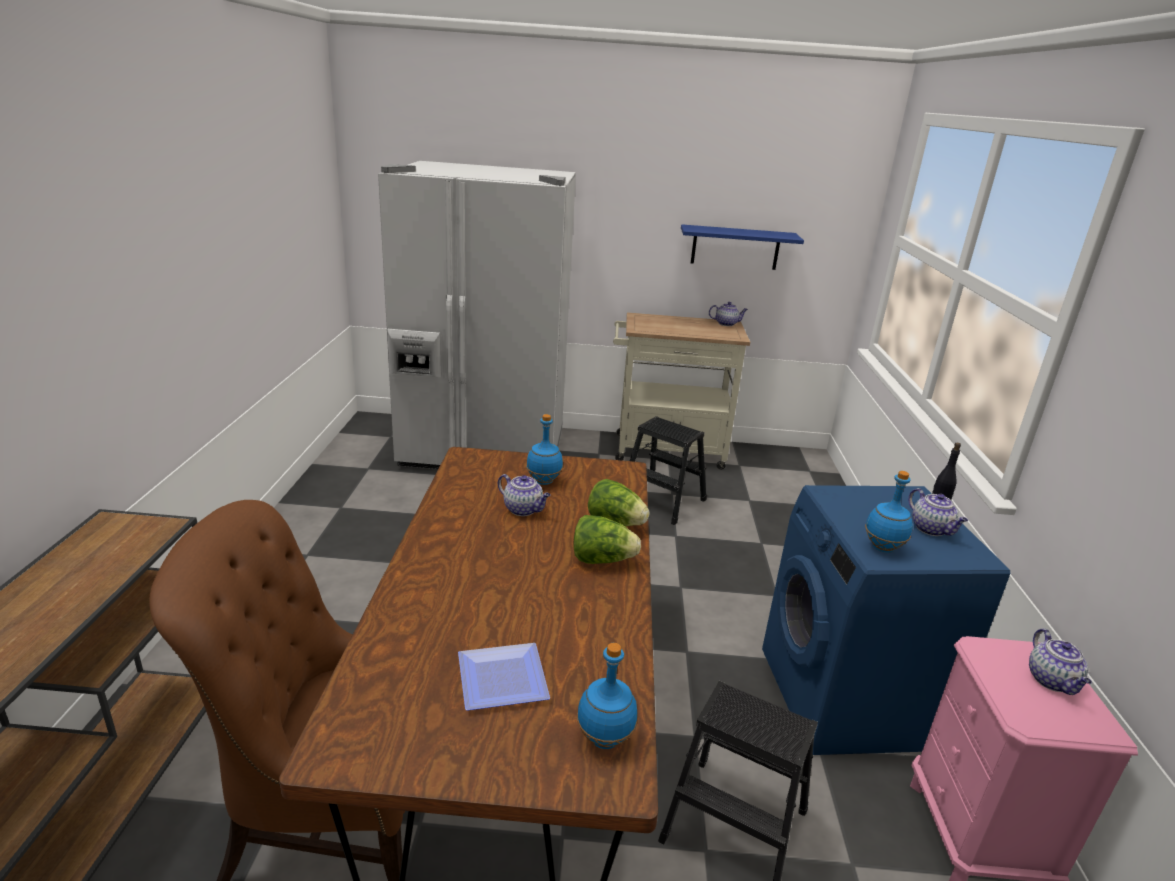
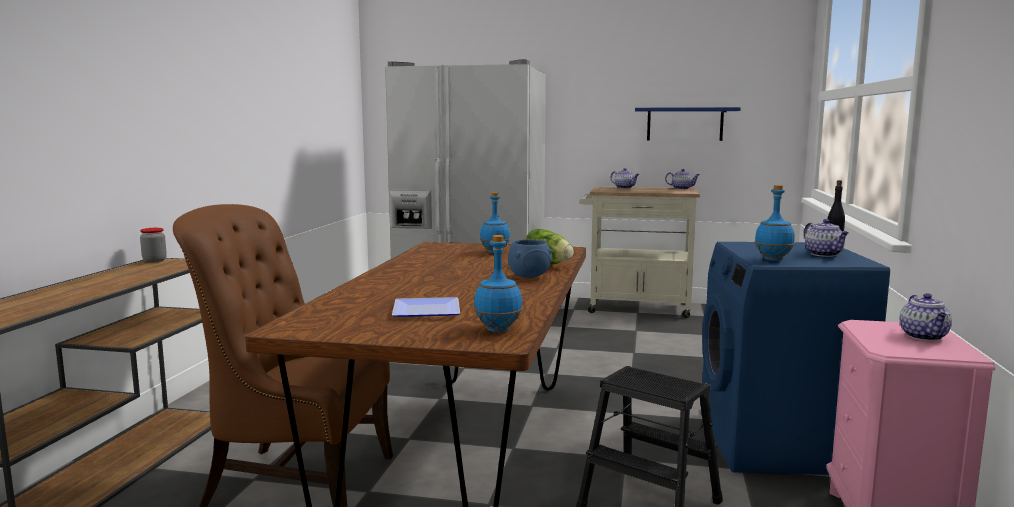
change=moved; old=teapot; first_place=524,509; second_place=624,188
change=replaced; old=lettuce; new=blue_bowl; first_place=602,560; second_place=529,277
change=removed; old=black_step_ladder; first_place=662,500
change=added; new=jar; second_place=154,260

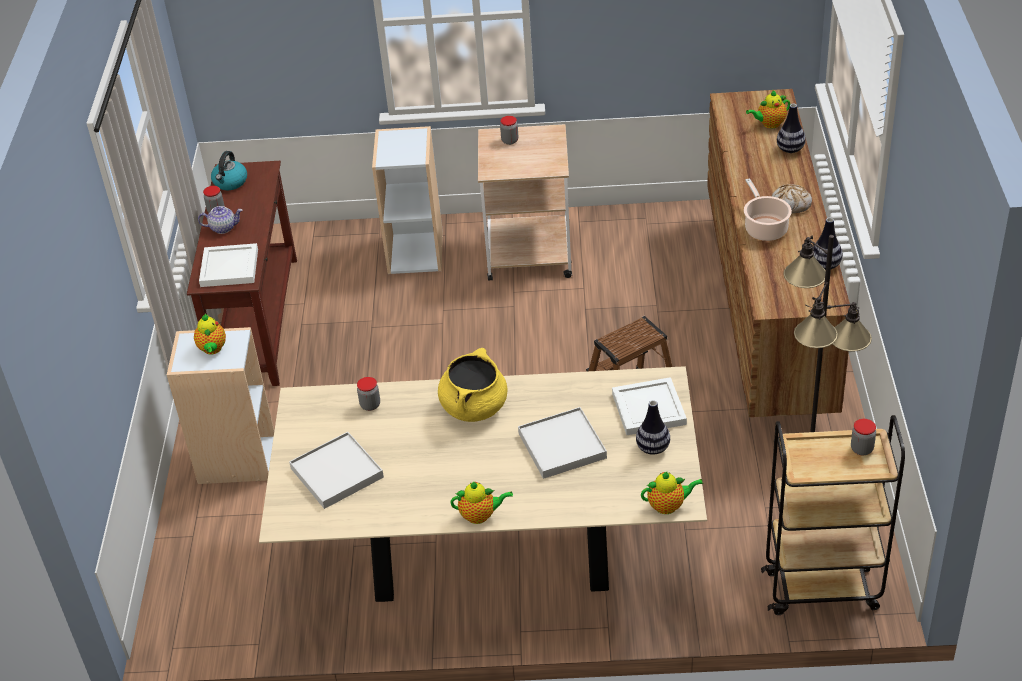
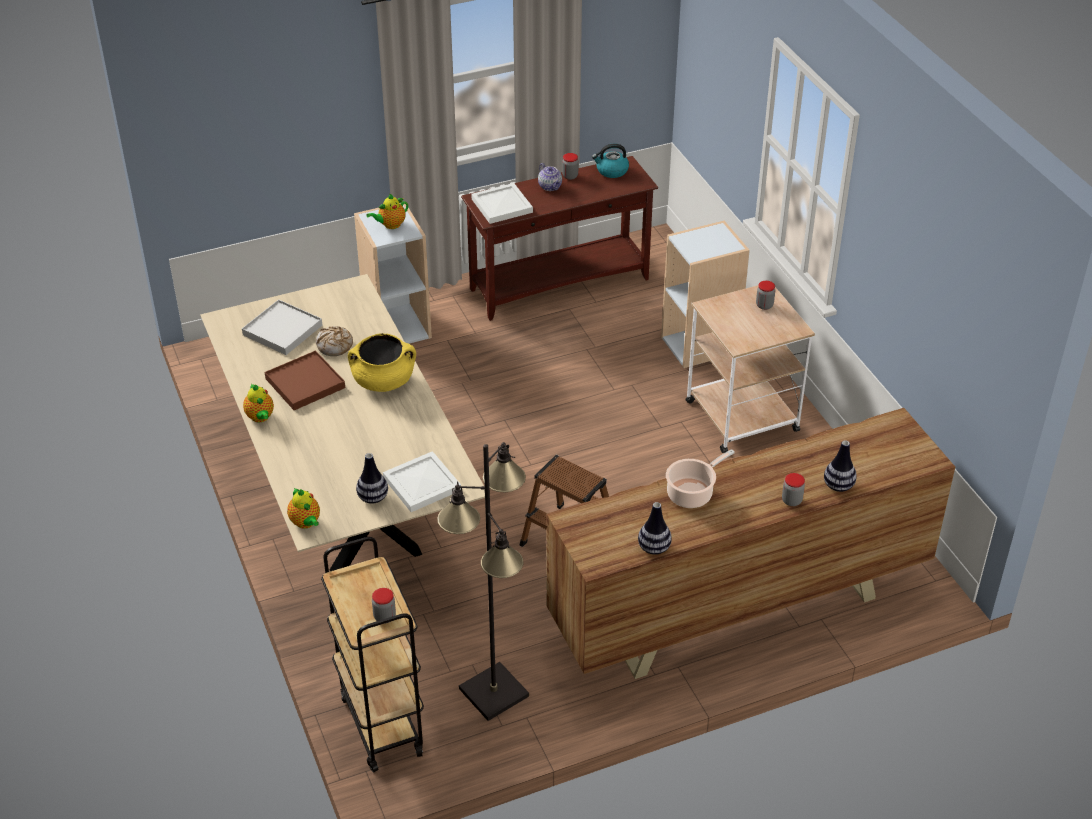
change=moved; old=jar; first_place=370,405; second_place=791,500
change=removed; old=white_tray; first_place=562,446
change=removed; old=teapot; first_place=769,124
change=moved; old=bread; first_place=791,204; second_place=334,346
change=added; new=brown_tray; second_place=305,383

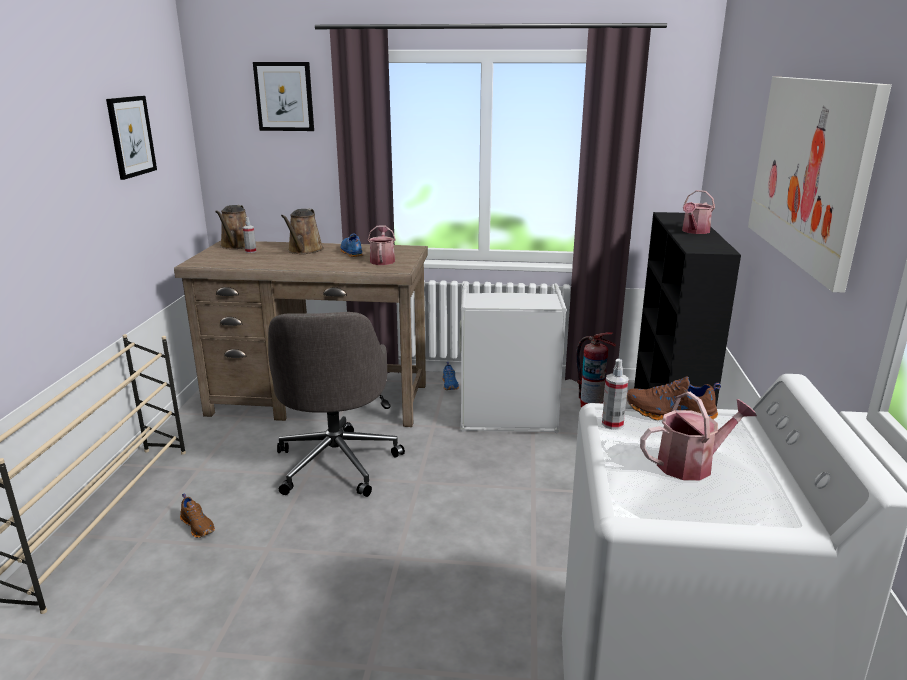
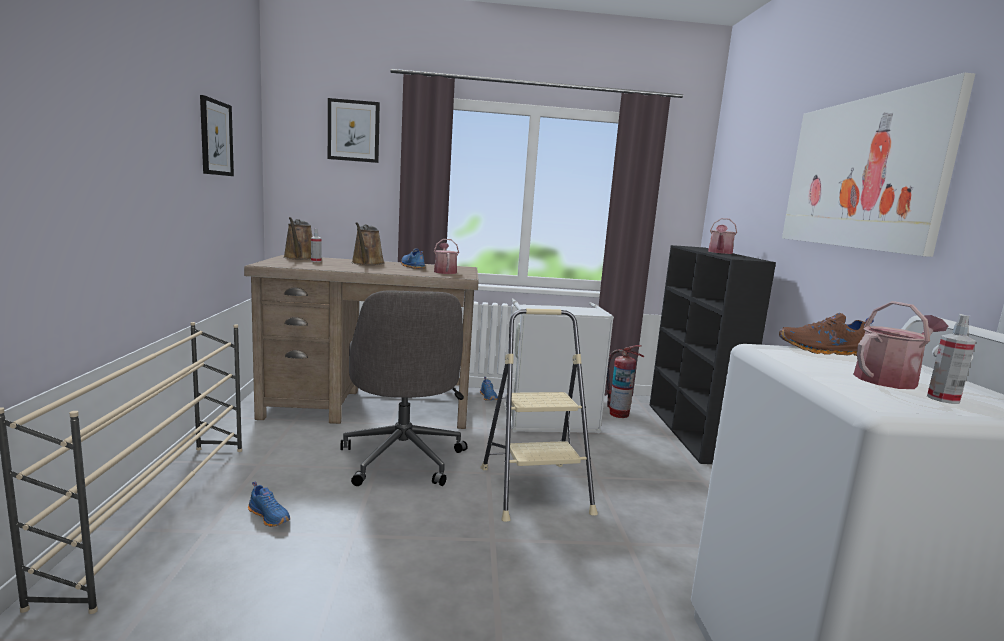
change=recoloured; old=brown_shoe; new=blue_shoe; first_place=198,526; second_place=270,516
change=moved; old=spray_bottle; first_place=612,424; second_place=943,399
change=added; new=beige_step_ladder; second_place=534,487

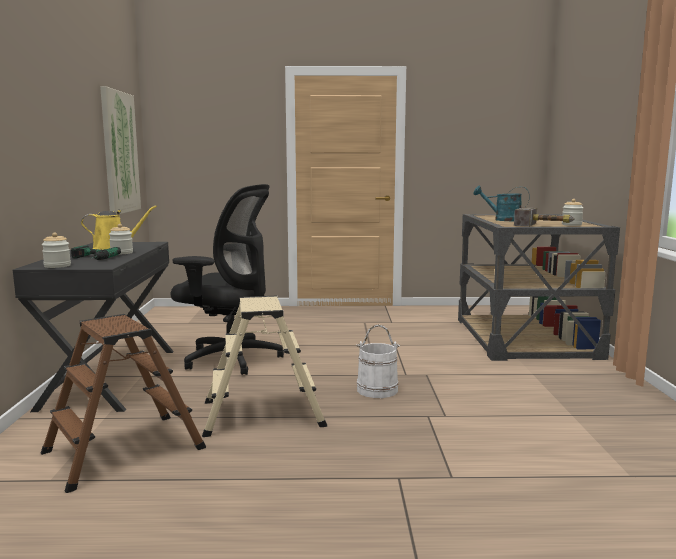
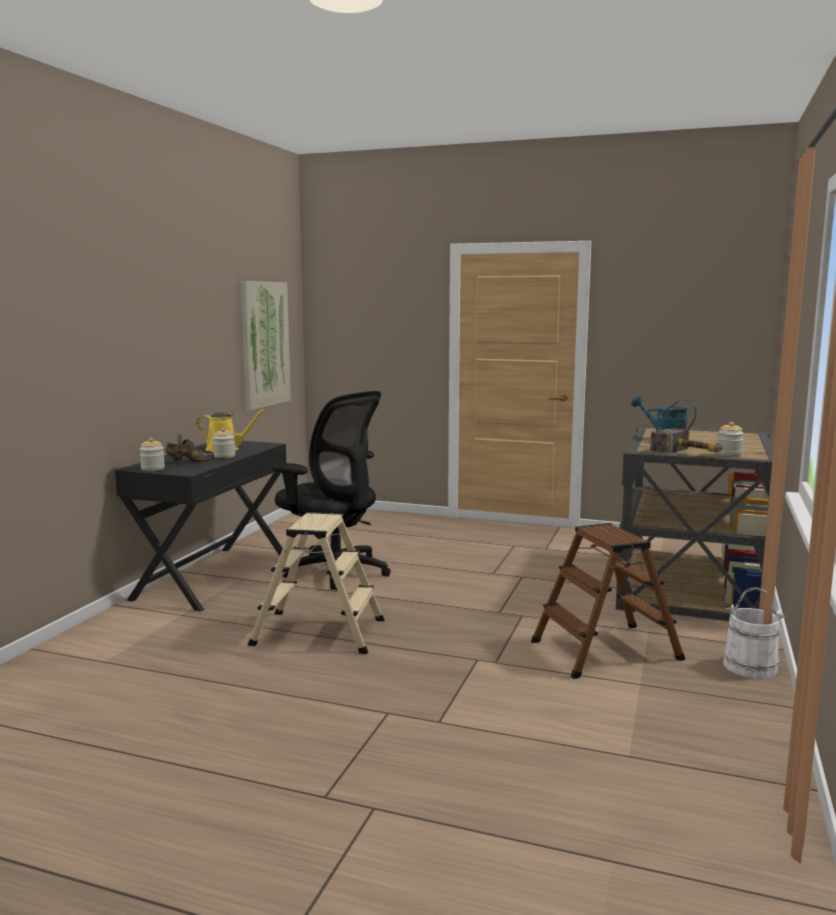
change=moved; old=brown_step_ladder; first_place=124,450; second_place=606,650
change=replaced; old=power_drill; new=brown_shoe; first_place=89,259; second_place=188,462
change=moved; old=white_bucket; first_place=377,390; second_place=750,666

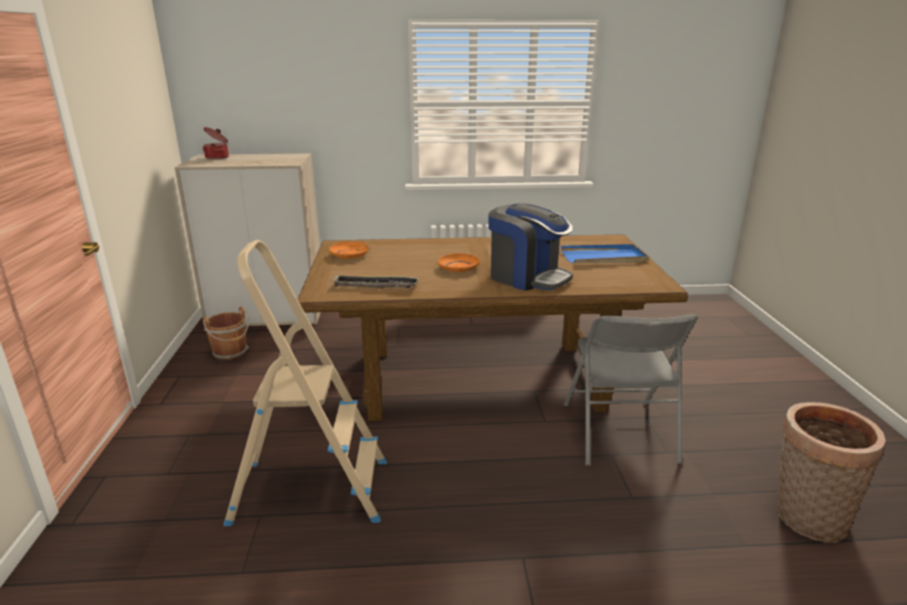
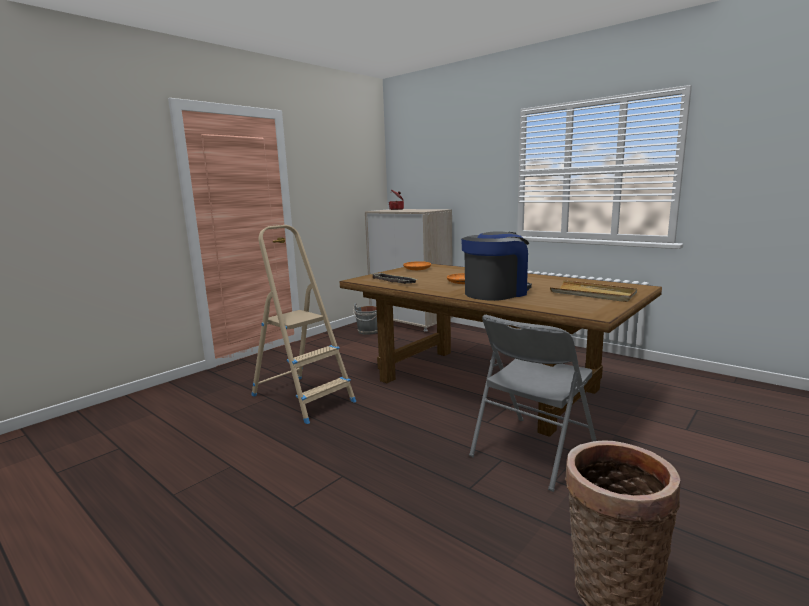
change=recoloured; old=brown_bucket; new=grey_bucket; first_place=231,352; second_place=368,331
change=turned; old=coffee_machine; first_place=527,277; second_place=496,293; degrees=-120
change=recoloured; old=blue_tray; new=beige_tray; first_place=603,257; second_place=593,294

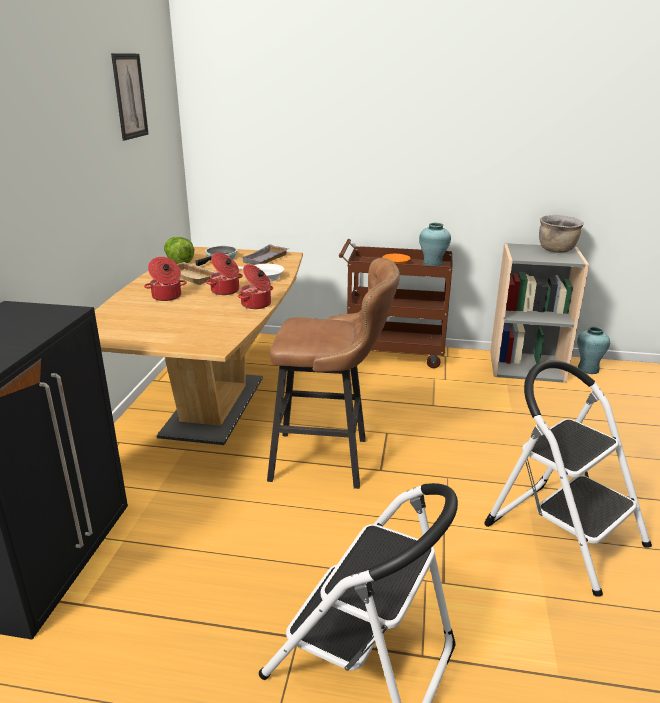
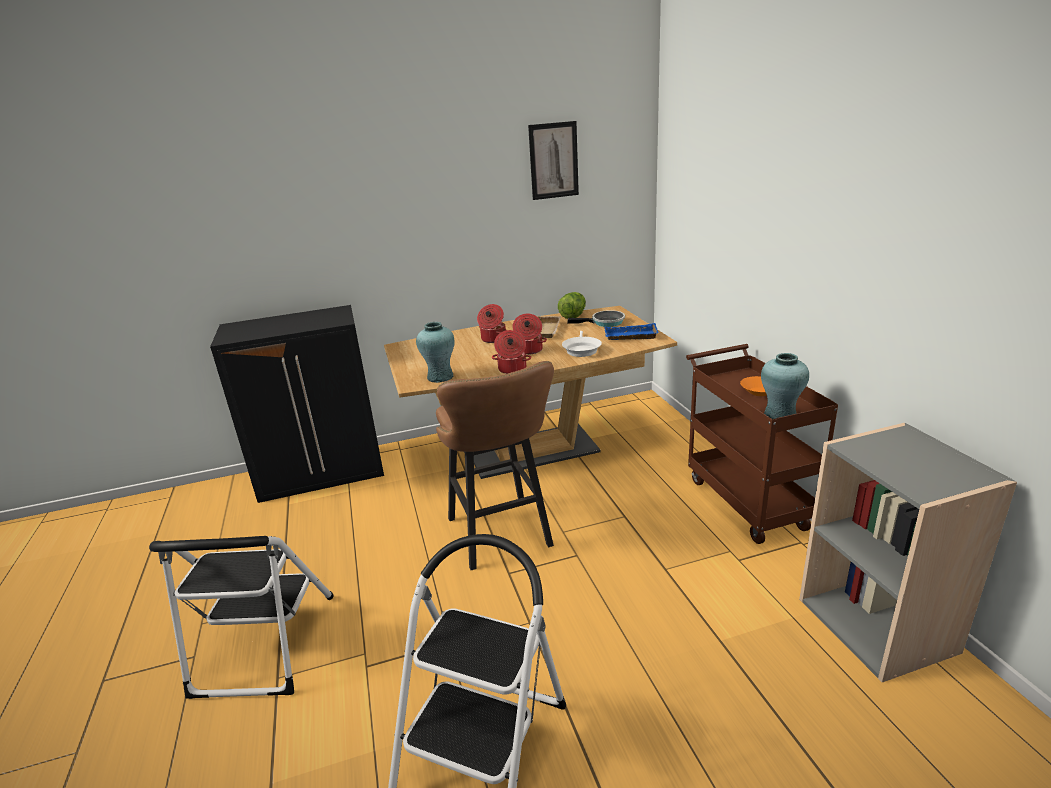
change=recoloured; old=grey_tray; new=blue_tray; first_place=266,259; second_place=630,336
change=removed; old=brown_cooking_pot; first_place=557,250
change=moved; old=turquoise_vase; first_place=588,369; second_place=440,377

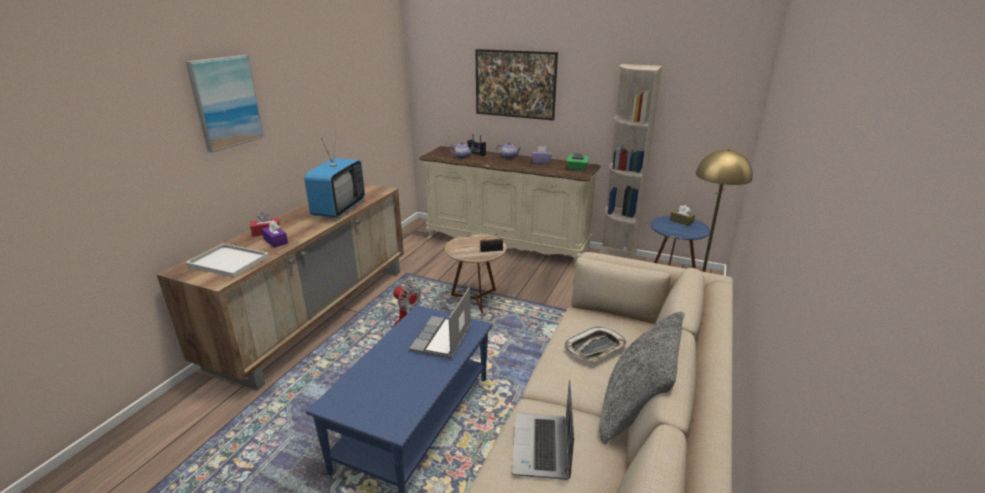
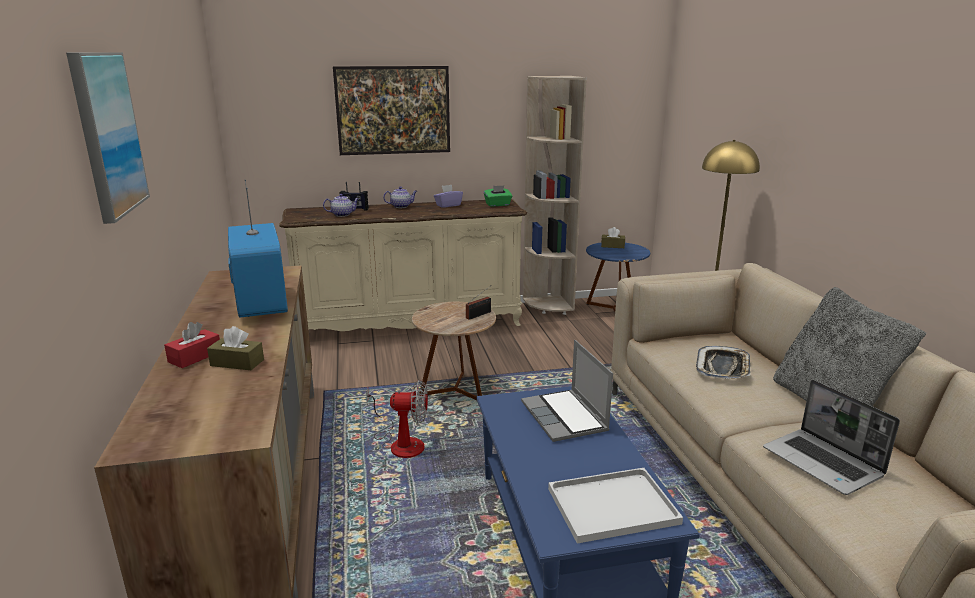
change=moved; old=white_tray; first_place=230,261; second_place=614,504
change=recoloured; old=purple_tissue_box; new=brown_tissue_box; first_place=275,241; second_place=237,363

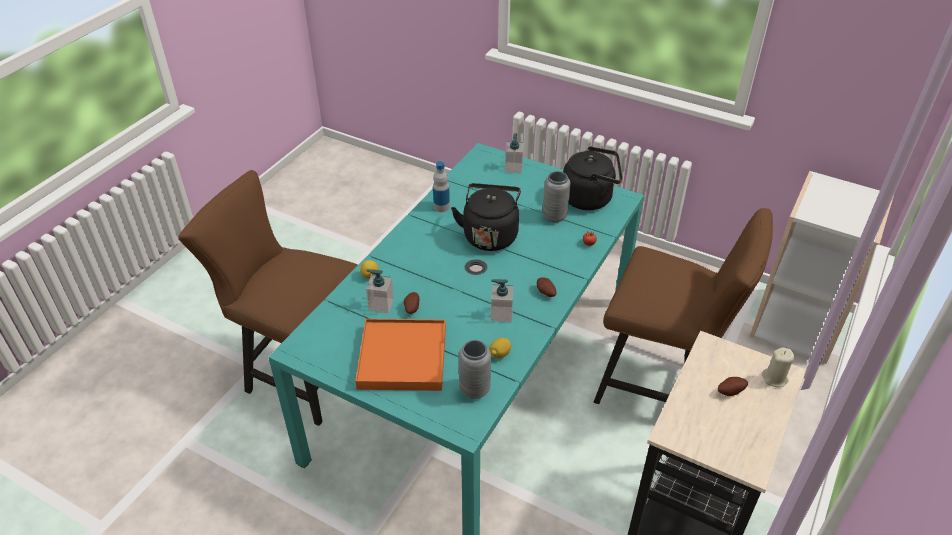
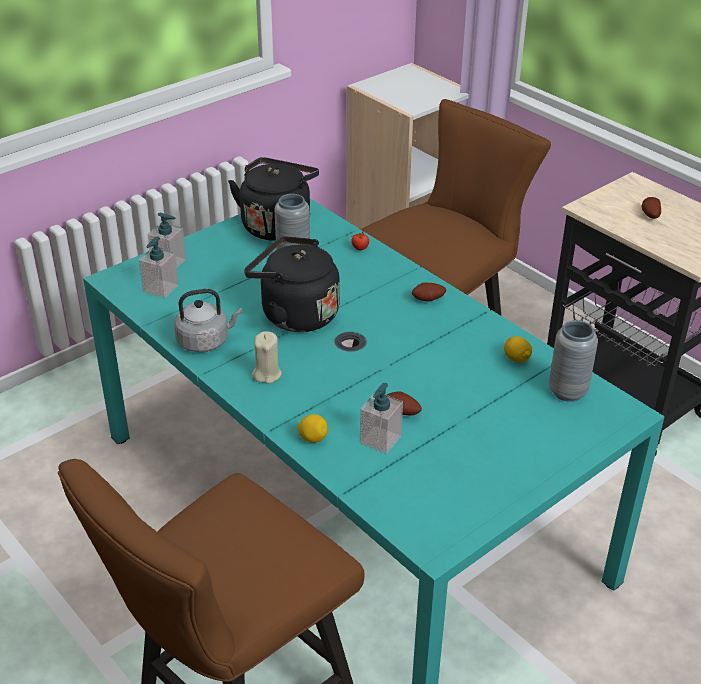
change=removed; old=orange_tray; first_place=403,357
change=replaced; old=bottle; new=grey_kettle; first_place=441,207; second_place=206,341
change=moved; old=soap_dispenser; first_place=501,314; second_place=160,288
change=moved; old=beige_candle; first_place=775,378; second_place=267,374

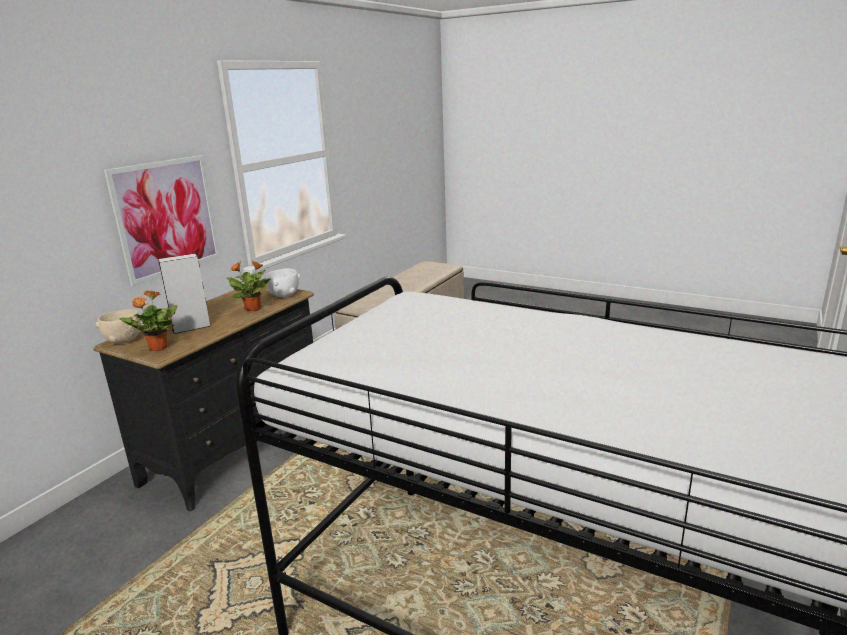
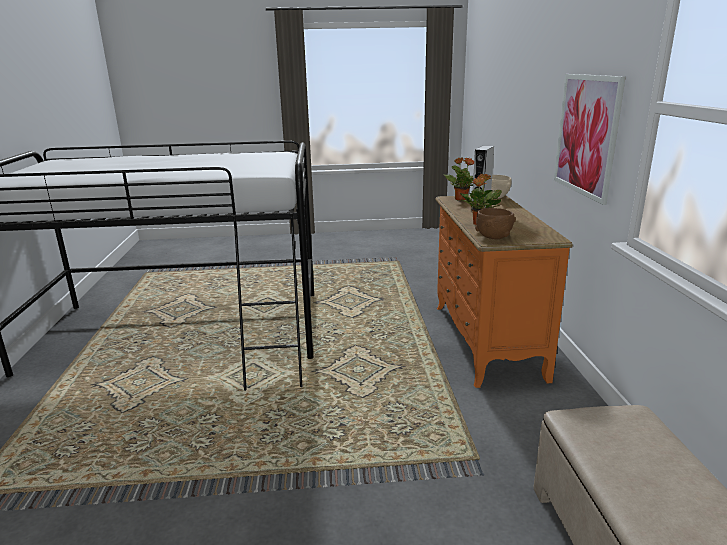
change=recoloured; old=black_dresser; new=orange_dresser; first_place=238,448; second_place=484,340
change=recoloured; old=white_bowl; new=brown_bowl; first_place=284,295; second_place=493,237

